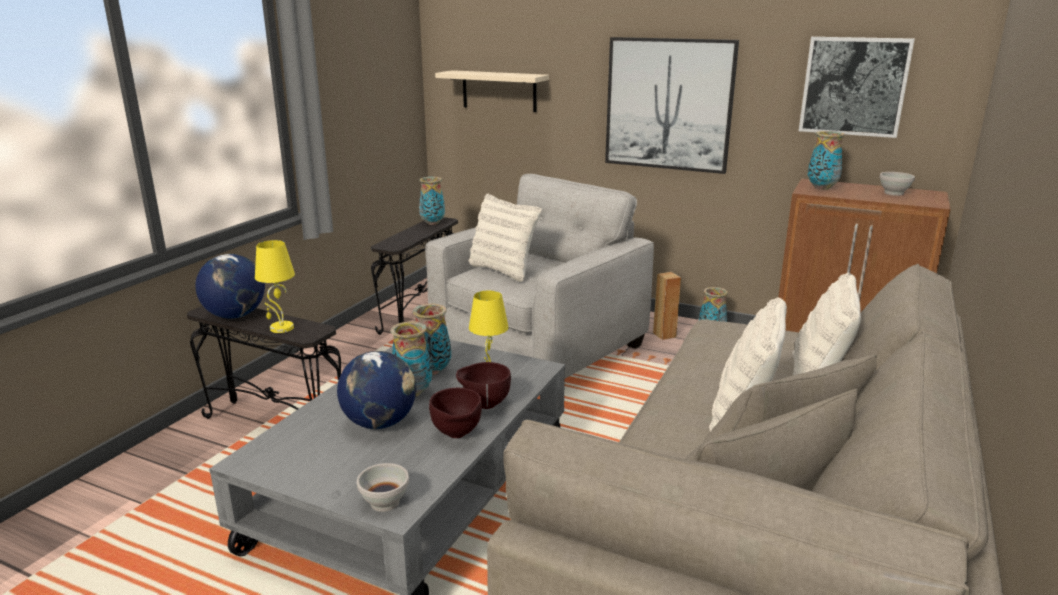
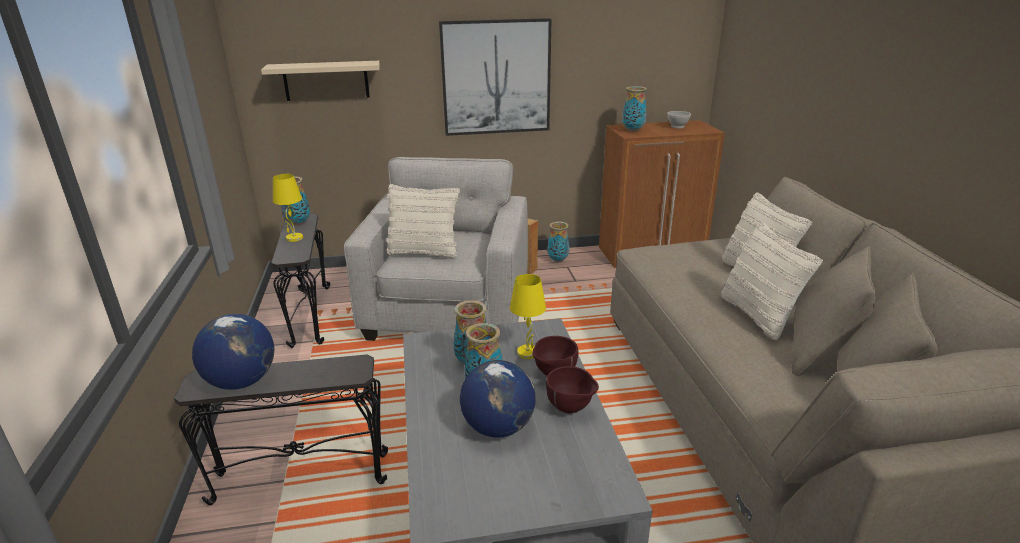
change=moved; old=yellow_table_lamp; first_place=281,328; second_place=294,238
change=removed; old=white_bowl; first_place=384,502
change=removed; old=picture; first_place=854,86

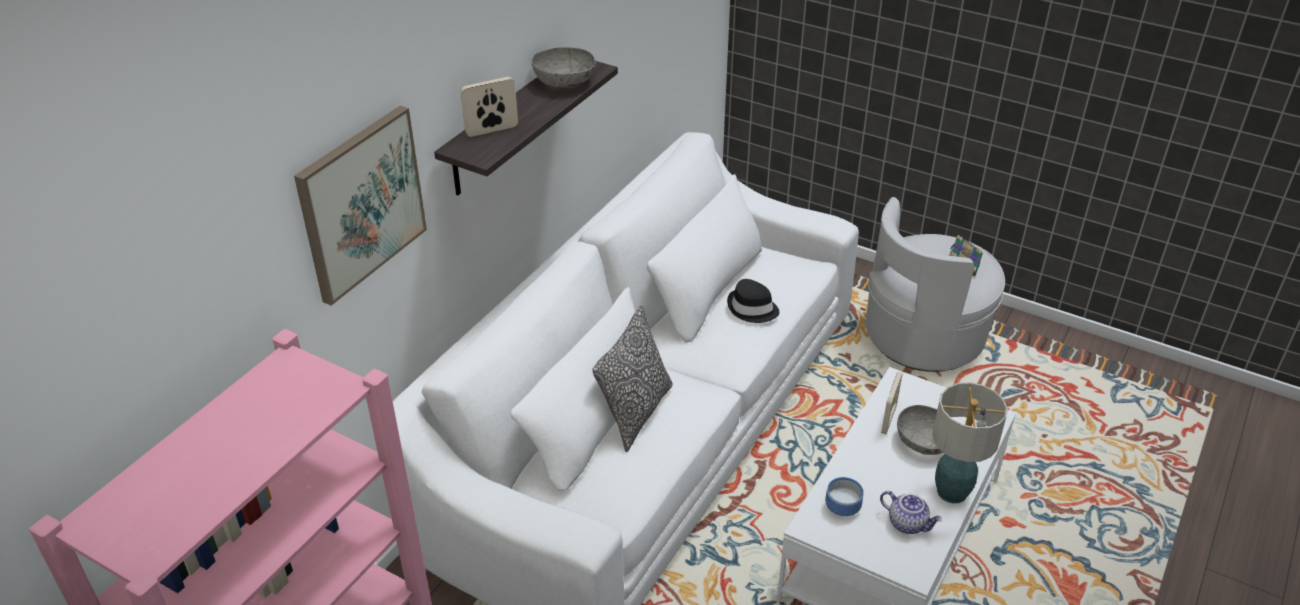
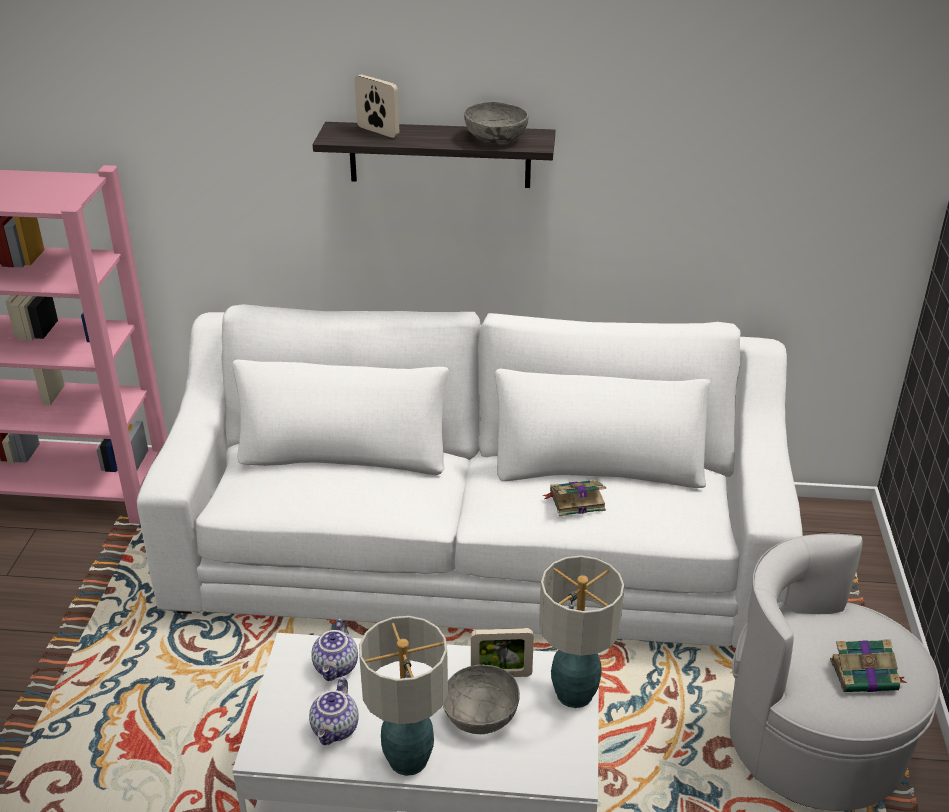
change=removed; old=picture; first_place=361,203
change=removed; old=pillow; first_place=635,413
change=replaced; old=black_hat; new=book; first_place=752,309; second_place=575,501
change=replaced; old=bowl; new=teapot; first_place=842,506; second_place=337,667
change=added; new=table_lamp; second_place=574,694

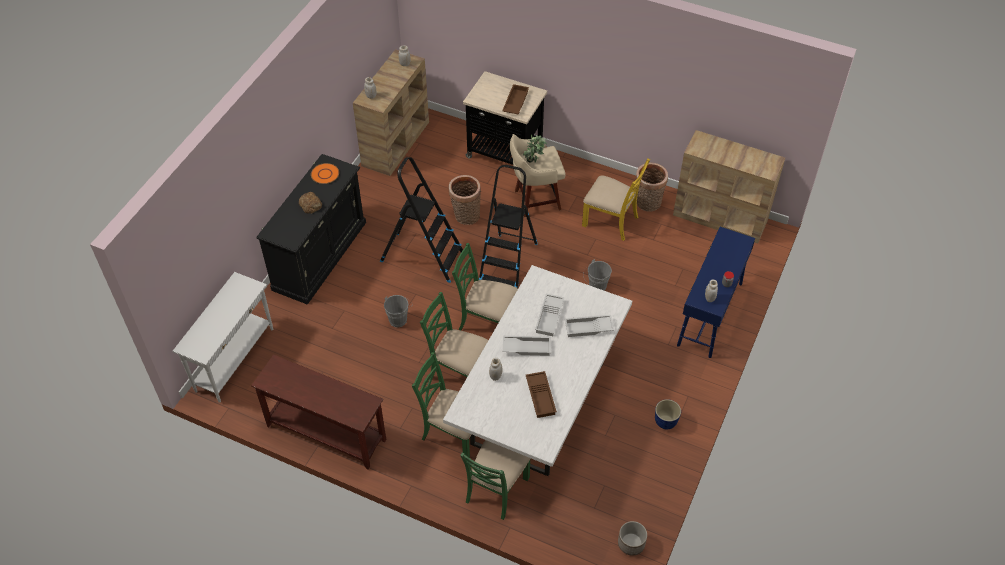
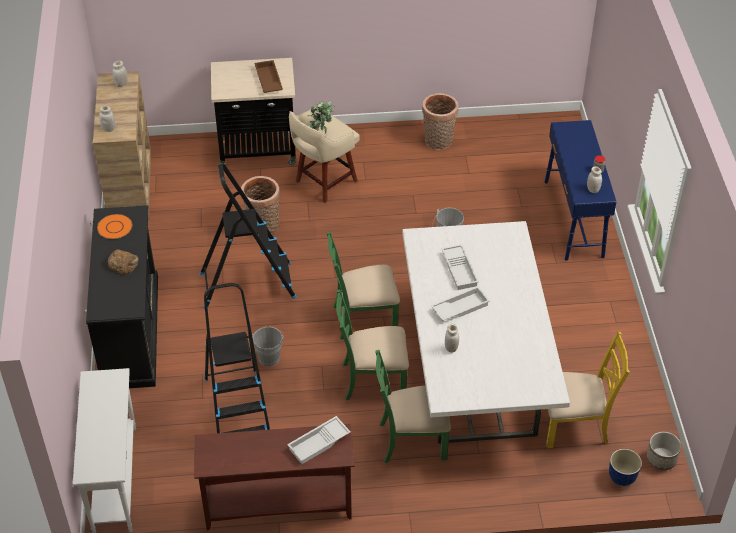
change=removed; old=green_chair; first_place=496,489
change=moved; old=black_step_ladder; first_place=507,266; second_place=238,412
change=removed; old=brown_tray; first_place=541,397
change=moved; old=white_tray; first_place=588,328; second_place=319,443
change=moved; old=yellow_chair; first_place=611,221; second_place=575,425
change=moved; old=planter; first_place=665,422; second_place=622,478
change=removed; old=brown_bookcase; first_place=720,217

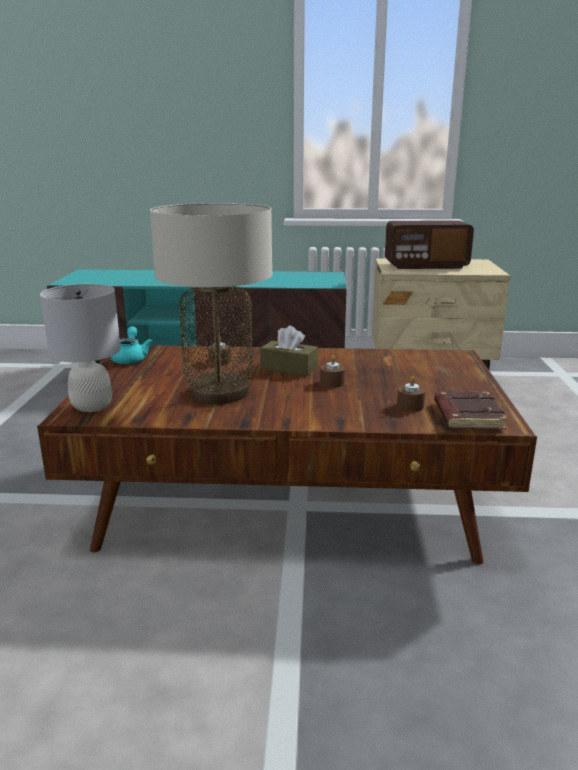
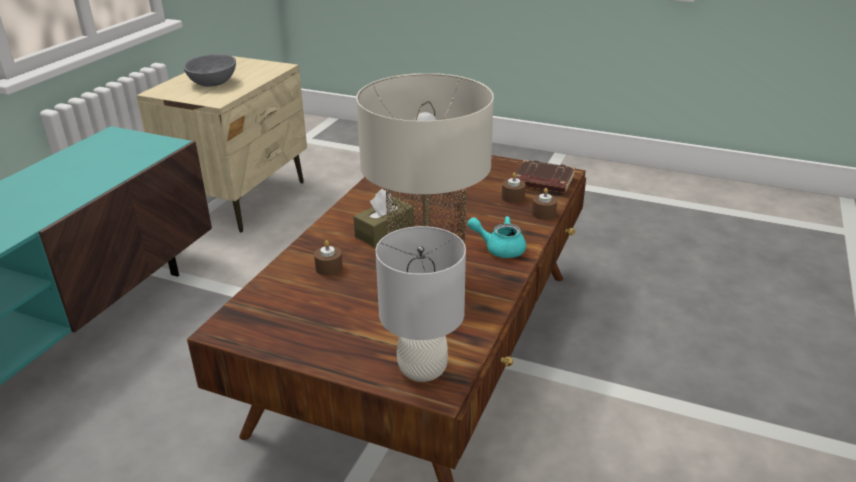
change=moved; old=turquoise_teapot; first_place=130,358; second_place=499,248
change=moved; old=brown_candle; first_place=332,383; second_place=543,213
change=replaced; old=radio; new=grey_bowl; first_place=426,266; second_place=213,83

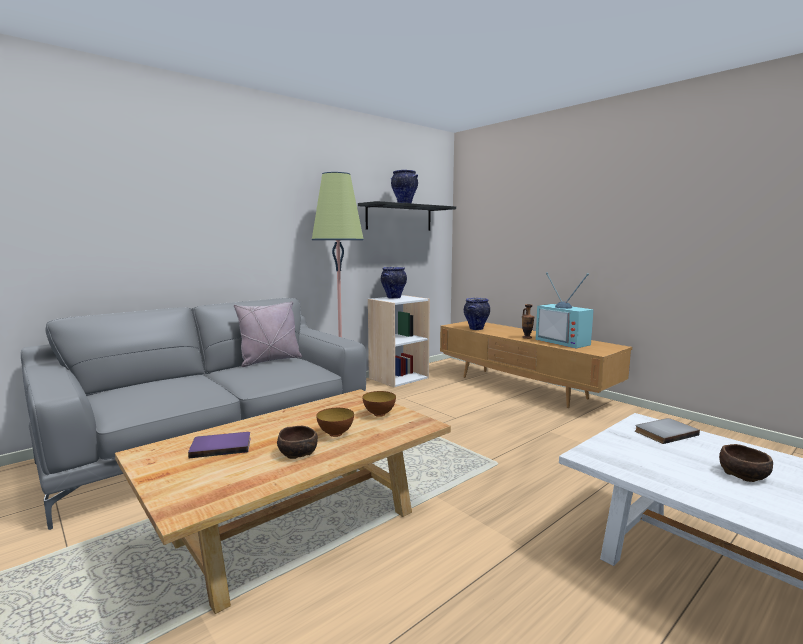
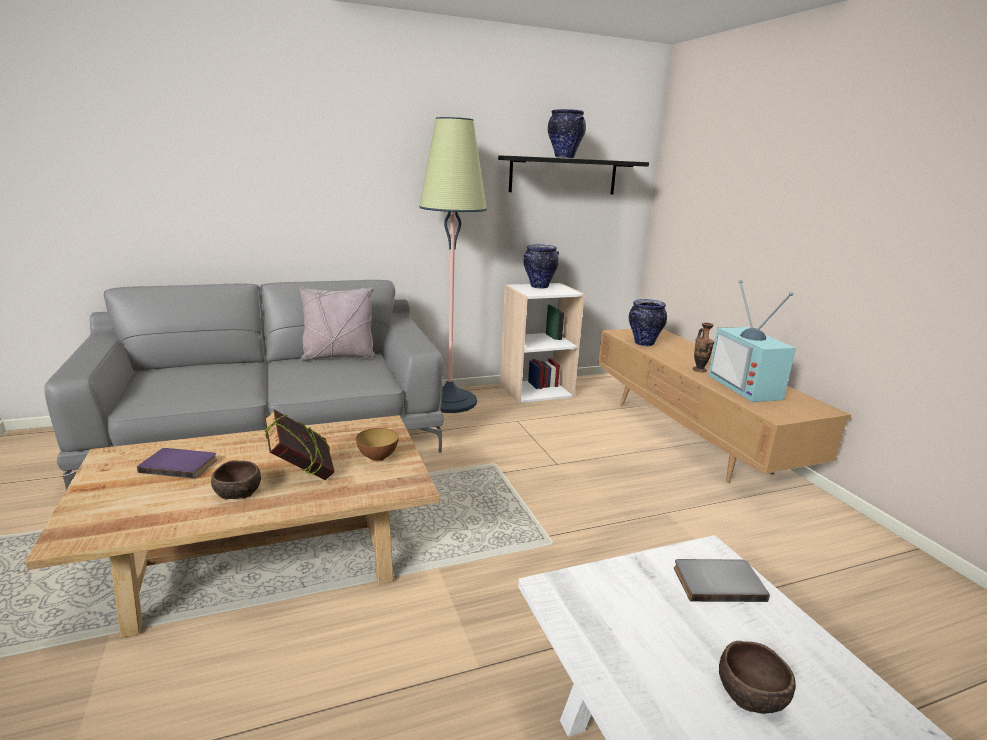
change=replaced; old=bowl; new=book; first_place=335,434; second_place=302,475

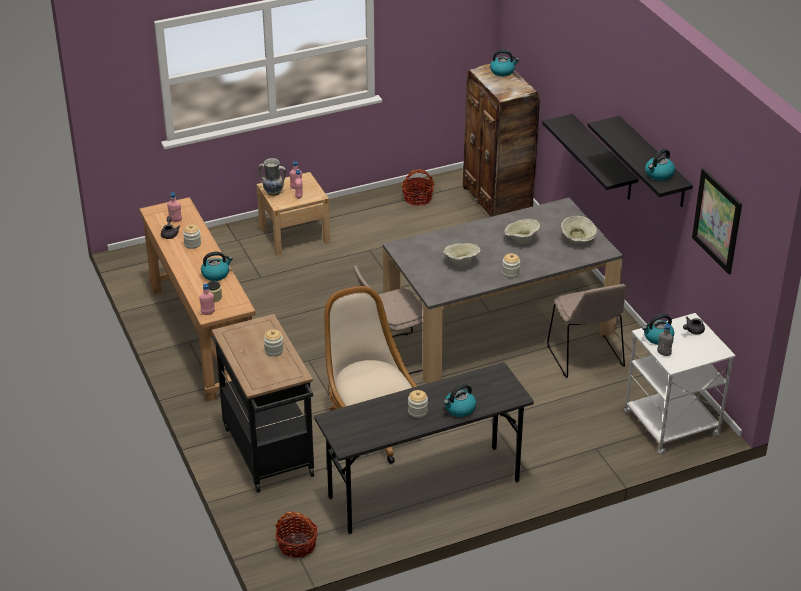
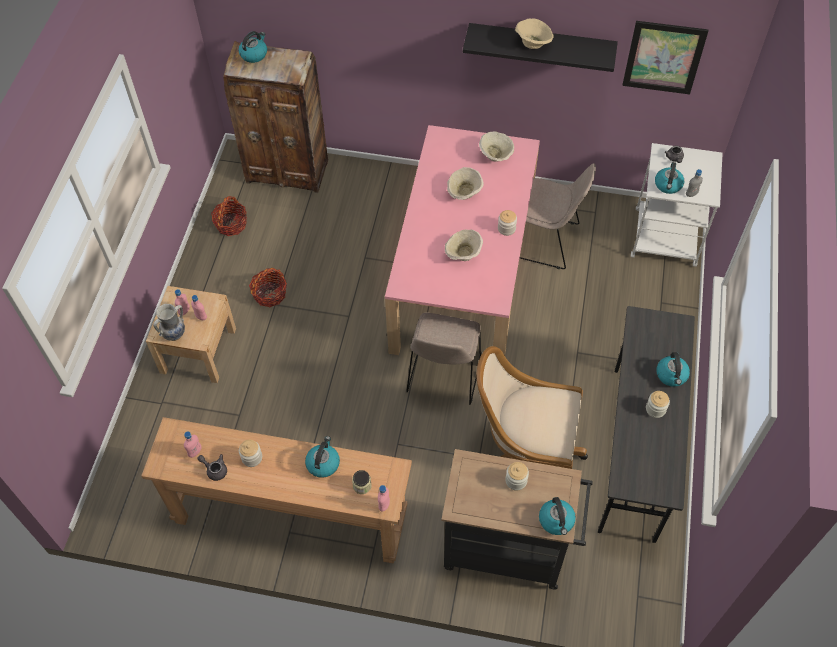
change=moved; old=basket; first_place=297,545; second_place=270,294
change=recoloured; old=grey_dining_table; new=pink_dining_table; first_place=498,328; second_place=463,275
change=removed; old=black_shelf; first_place=603,158
change=moved; old=kettle; first_place=659,174; second_place=556,521
change=added; new=beige_bowl; second_place=533,44

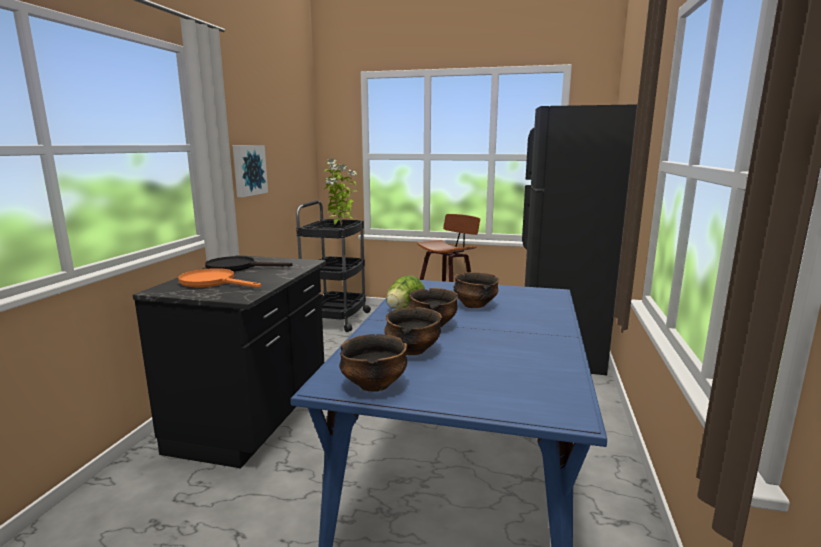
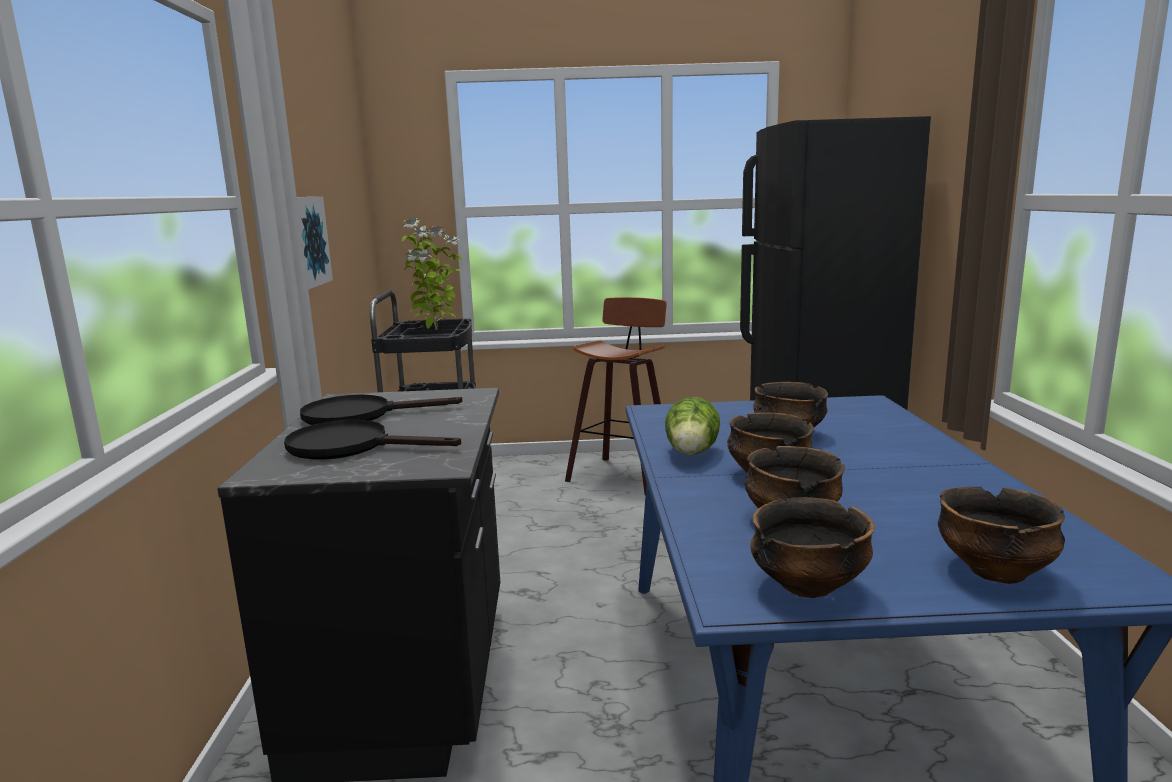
change=recoloured; old=orange_frying_pan; new=black_frying_pan; first_place=213,282; second_place=351,446
change=added; new=bowl; second_place=995,571

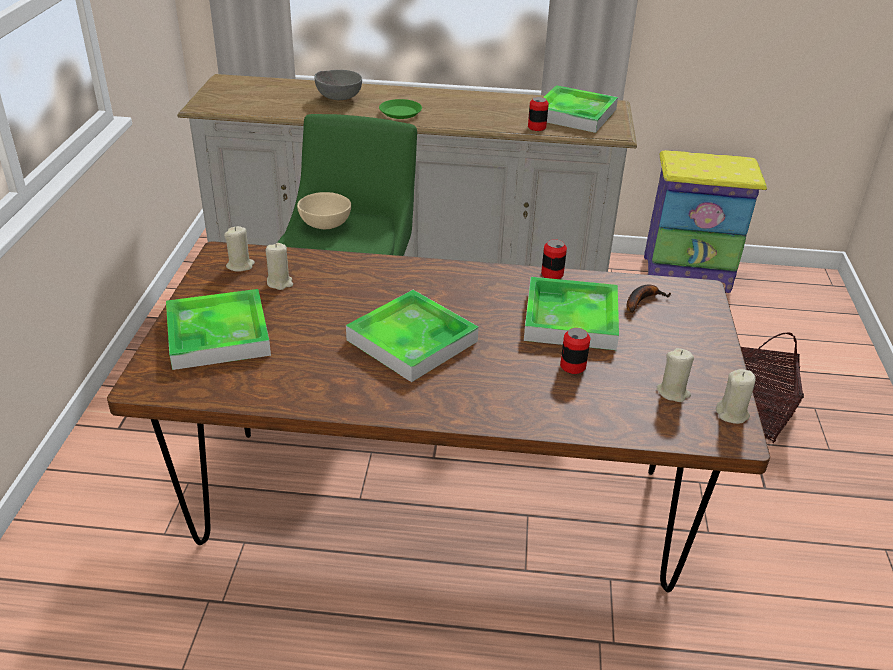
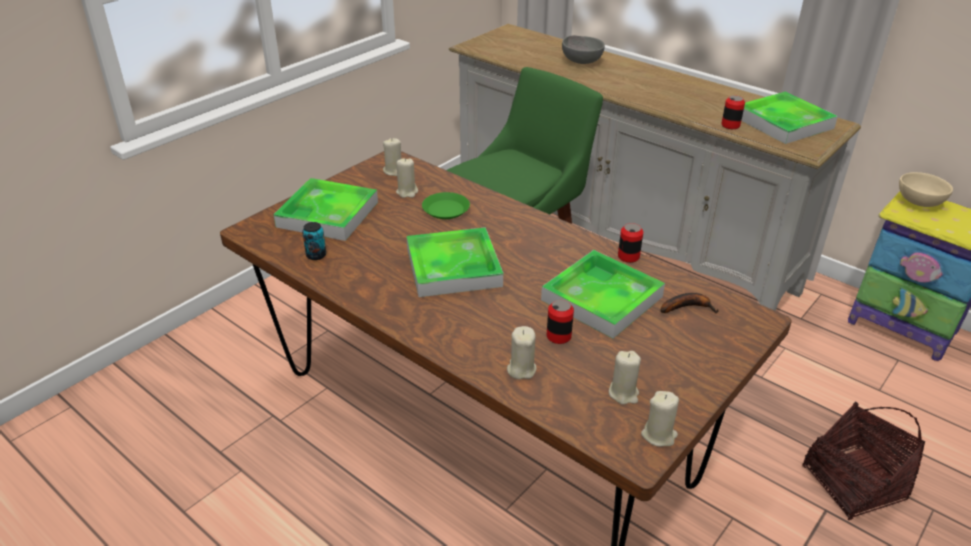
change=moved; old=beige_bowl; first_place=323,225; second_place=917,202
change=moved; old=green_plate; first_place=400,112; second_place=446,209
change=added; new=can; second_place=316,255
change=added; new=beige_candle; second_place=521,369

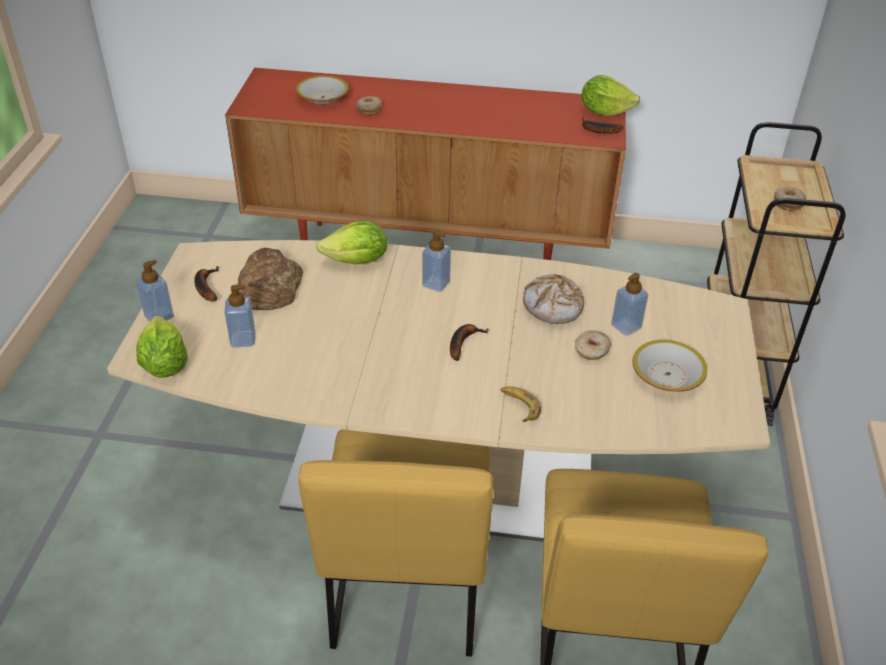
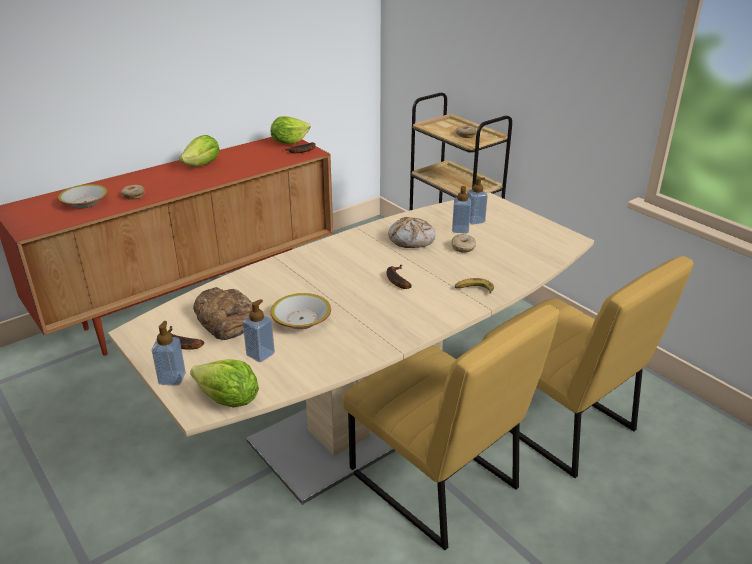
change=moved; old=lettuce; first_place=357,261; second_place=203,165
change=moved; old=soap_dispenser; first_place=436,283; second_place=475,220
change=moved; old=bowl; first_place=667,375; second_place=301,319

